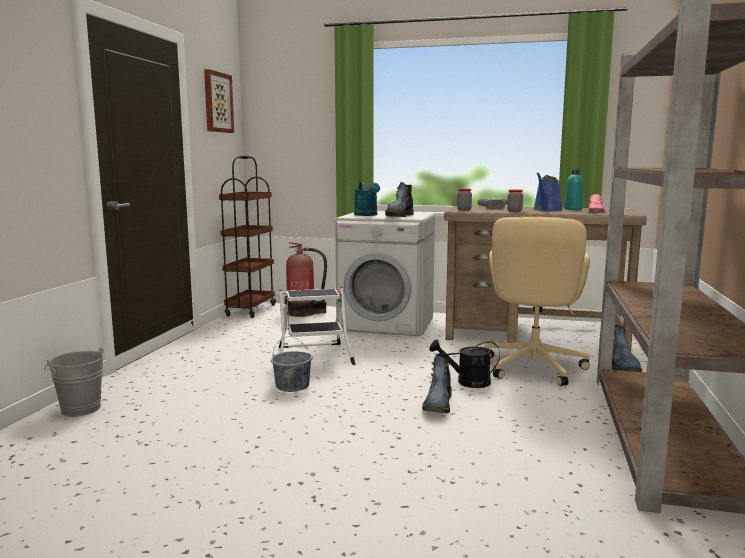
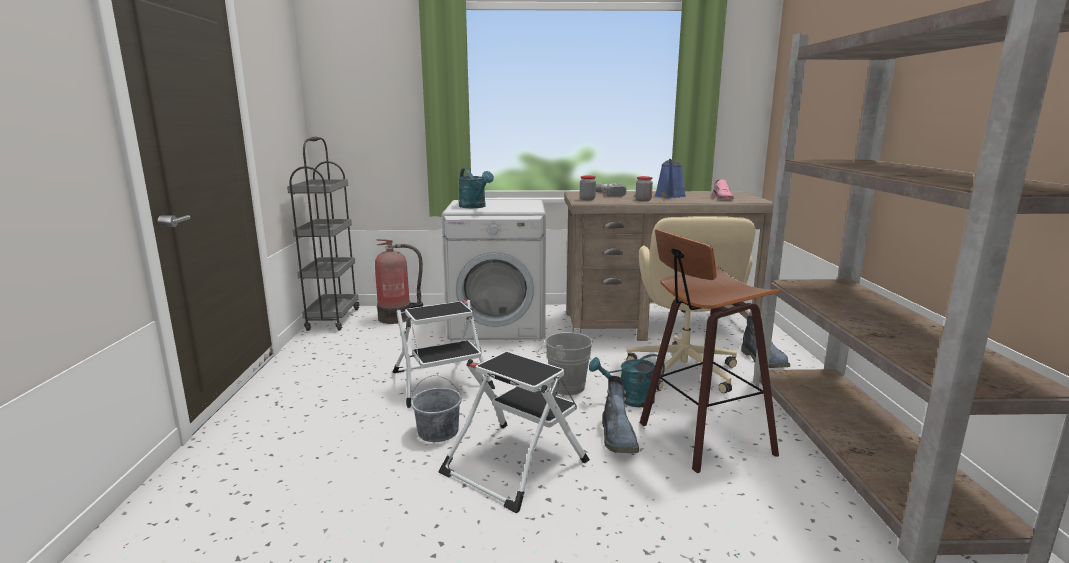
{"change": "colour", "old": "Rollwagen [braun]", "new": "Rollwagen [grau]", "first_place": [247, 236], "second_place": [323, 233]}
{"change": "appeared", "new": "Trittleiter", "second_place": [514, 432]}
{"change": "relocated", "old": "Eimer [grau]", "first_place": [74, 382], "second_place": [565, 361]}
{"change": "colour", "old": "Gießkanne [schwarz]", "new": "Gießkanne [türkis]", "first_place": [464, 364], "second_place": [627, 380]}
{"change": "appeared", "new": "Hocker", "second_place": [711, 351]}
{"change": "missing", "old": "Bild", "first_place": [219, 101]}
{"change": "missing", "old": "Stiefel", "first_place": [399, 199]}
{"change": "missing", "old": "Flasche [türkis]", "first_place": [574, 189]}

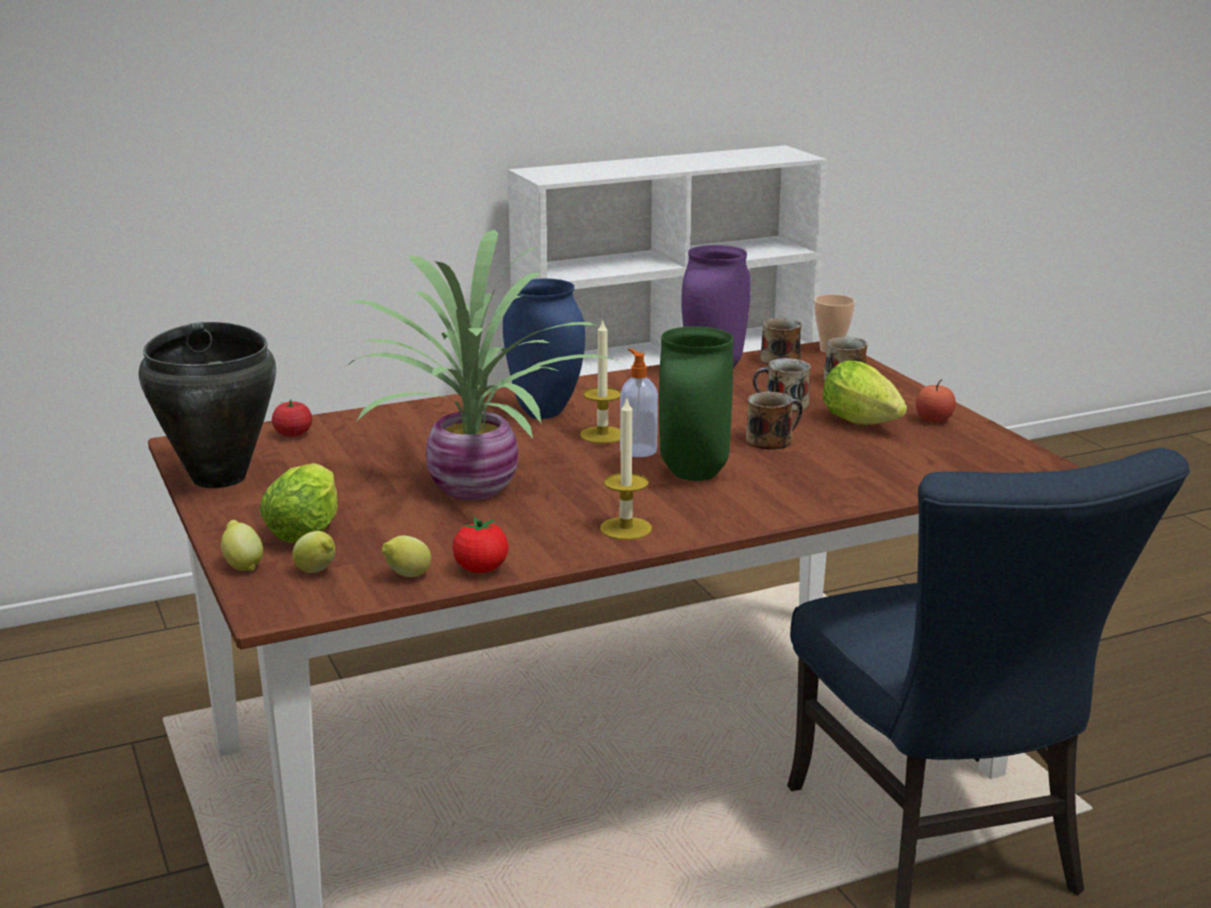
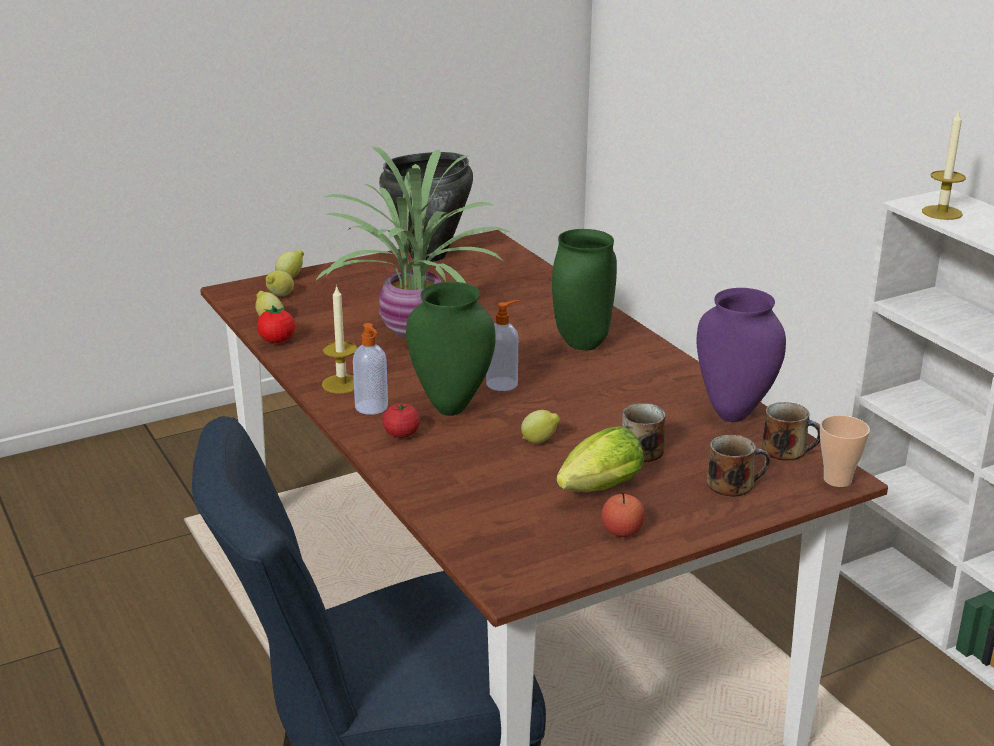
{"change": "appeared", "new": "Seifenspender", "second_place": [370, 369]}
{"change": "relocated", "old": "Tomate", "first_place": [292, 418], "second_place": [401, 420]}
{"change": "exchanged", "old": "Henkelbecher", "new": "Zitrone", "first_place": [774, 420], "second_place": [541, 427]}
{"change": "colour", "old": "Vase [blau]", "new": "Vase [grün]", "first_place": [544, 349], "second_place": [584, 289]}
{"change": "relocated", "old": "Kerze", "first_place": [600, 381], "second_place": [944, 165]}
{"change": "missing", "old": "Salatkopf", "first_place": [299, 503]}

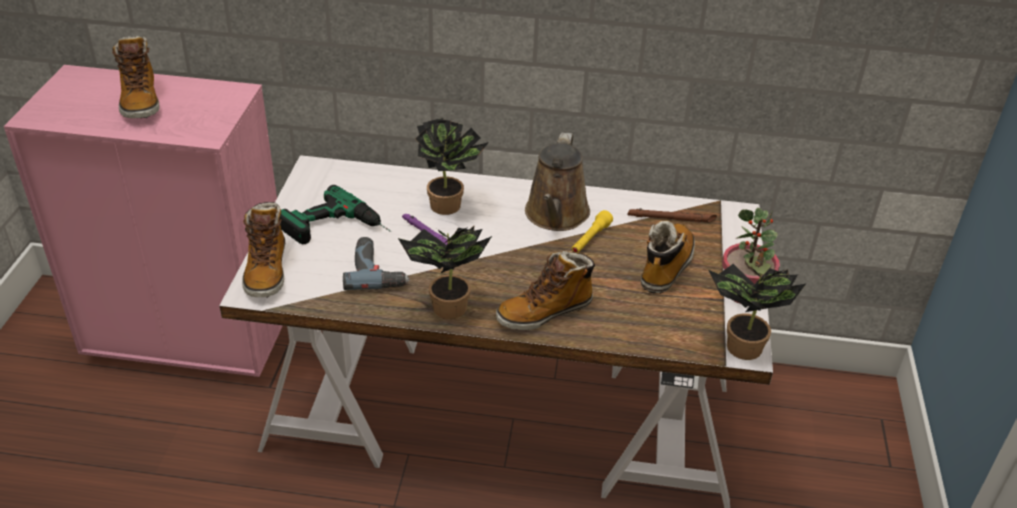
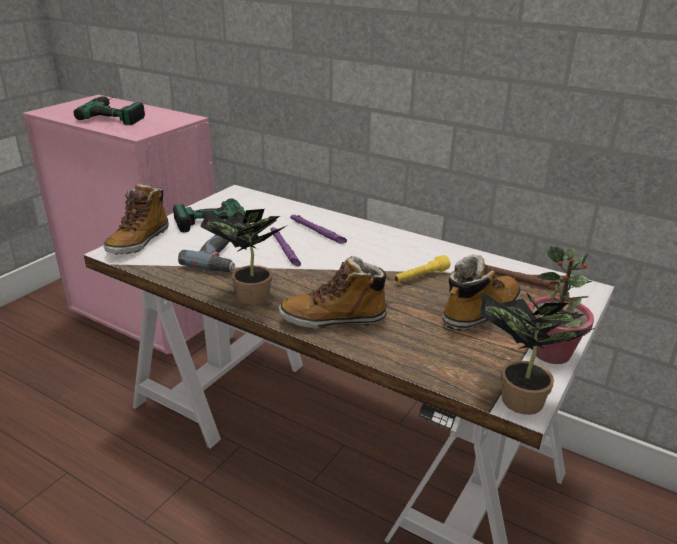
{"change": "exchanged", "old": "Stiefel", "new": "Bohrmaschine", "first_place": [135, 77], "second_place": [109, 110]}
{"change": "exchanged", "old": "Topfpflanze", "new": "Taschenlampe [lila]", "first_place": [452, 166], "second_place": [318, 229]}
{"change": "missing", "old": "Gießkanne [braun]", "first_place": [557, 182]}

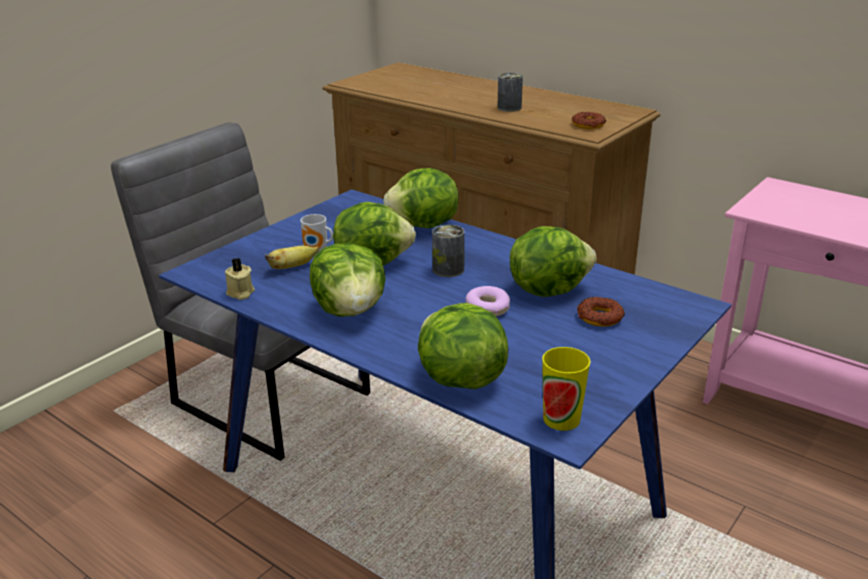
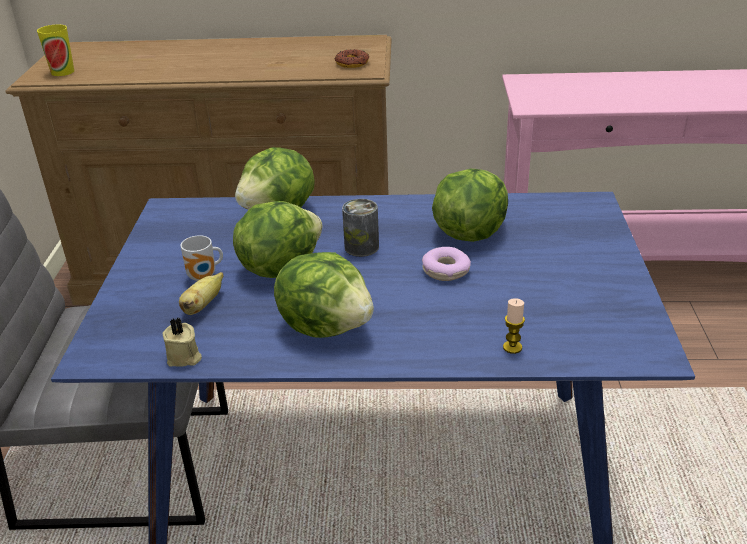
{"change": "relocated", "old": "Tasse", "first_place": [566, 389], "second_place": [55, 50]}
{"change": "exchanged", "old": "Salatkopf", "new": "Kerze", "first_place": [463, 346], "second_place": [514, 326]}
{"change": "missing", "old": "Dose", "first_place": [510, 92]}
{"change": "missing", "old": "Donut", "first_place": [601, 312]}

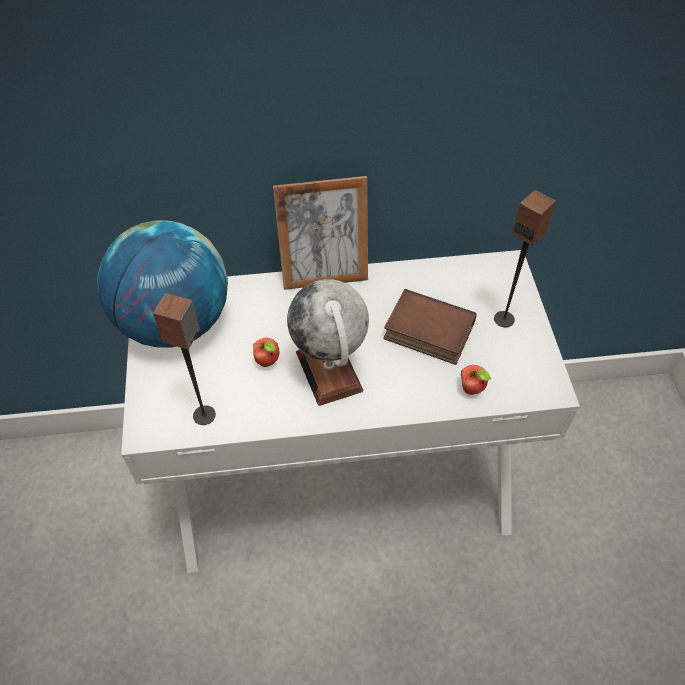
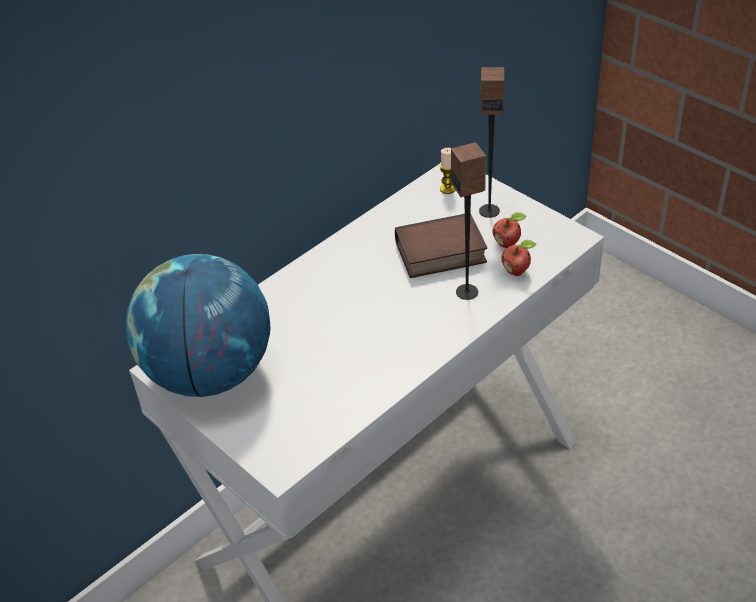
{"change": "appeared", "new": "Kerze", "second_place": [447, 171]}
{"change": "relocated", "old": "Lautsprecher", "first_place": [184, 359], "second_place": [468, 221]}
{"change": "relocated", "old": "Apfel", "first_place": [266, 352], "second_place": [509, 230]}
{"change": "missing", "old": "Bilderrahmen", "first_place": [320, 233]}
{"change": "missing", "old": "Globus", "first_place": [328, 342]}

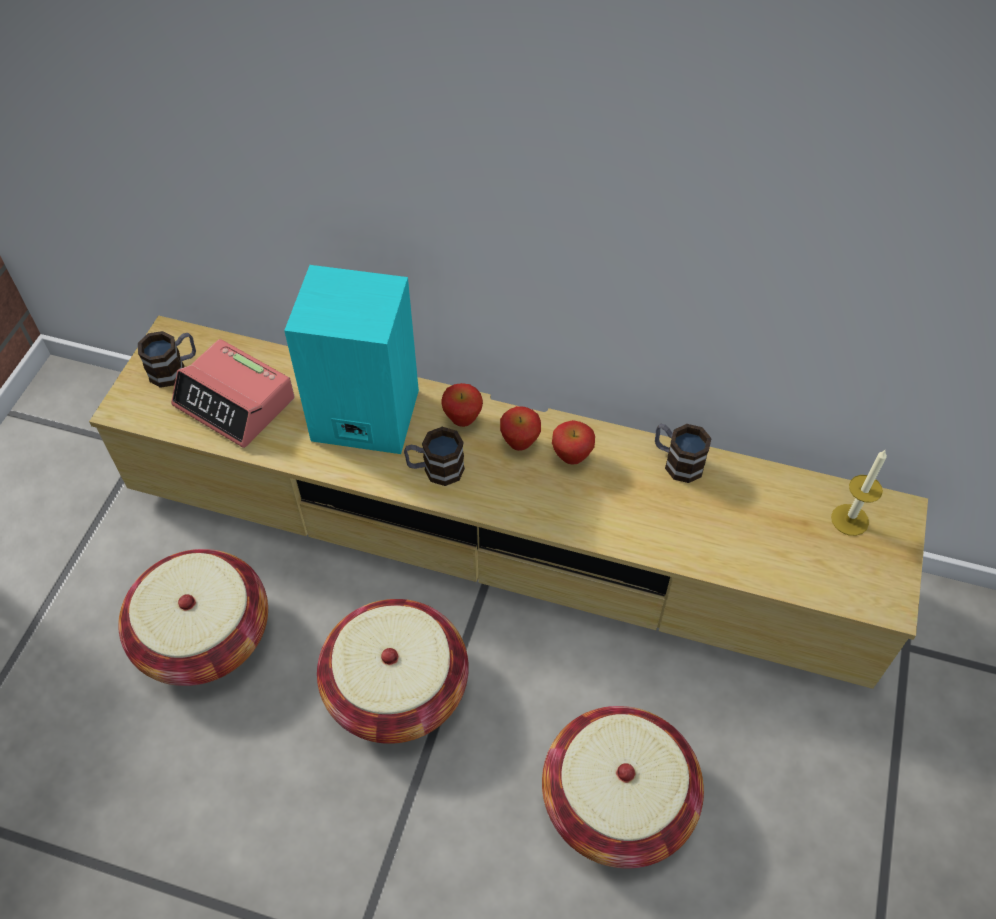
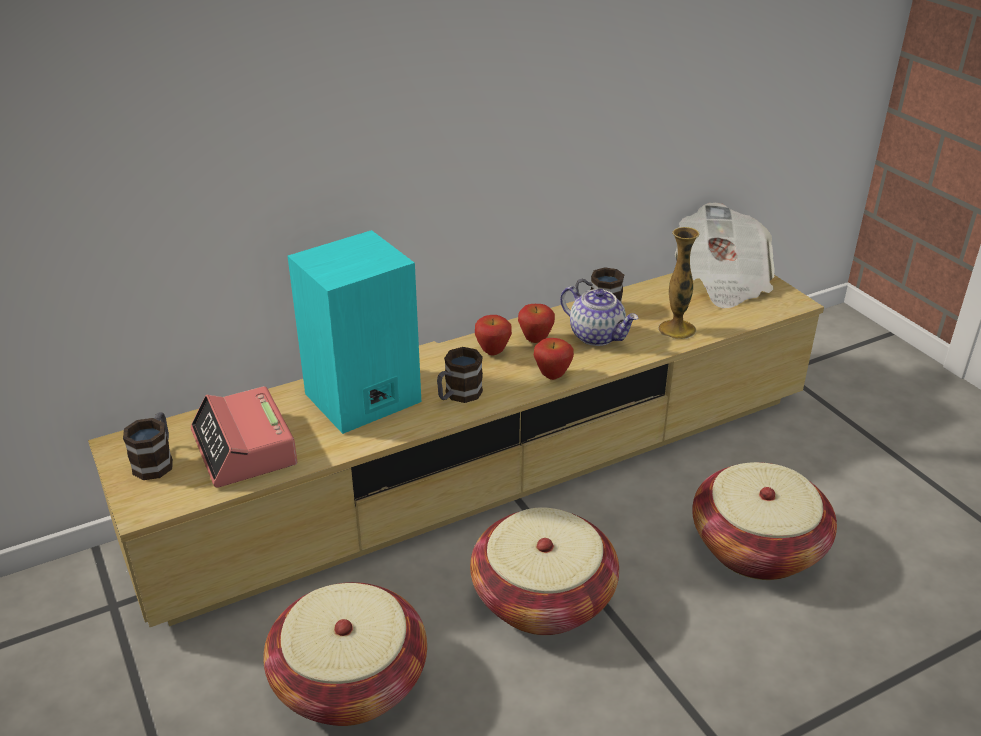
{"change": "spun", "old": "Wecker", "first_place": [233, 393], "second_place": [244, 437], "degrees": 75}
{"change": "relocated", "old": "Apfel", "first_place": [462, 405], "second_place": [554, 359]}
{"change": "appeared", "new": "Teekanne", "second_place": [599, 316]}
{"change": "appeared", "new": "Vase", "second_place": [678, 283]}
{"change": "exchanged", "old": "Kerze", "new": "Zeitung", "first_place": [859, 492], "second_place": [725, 256]}

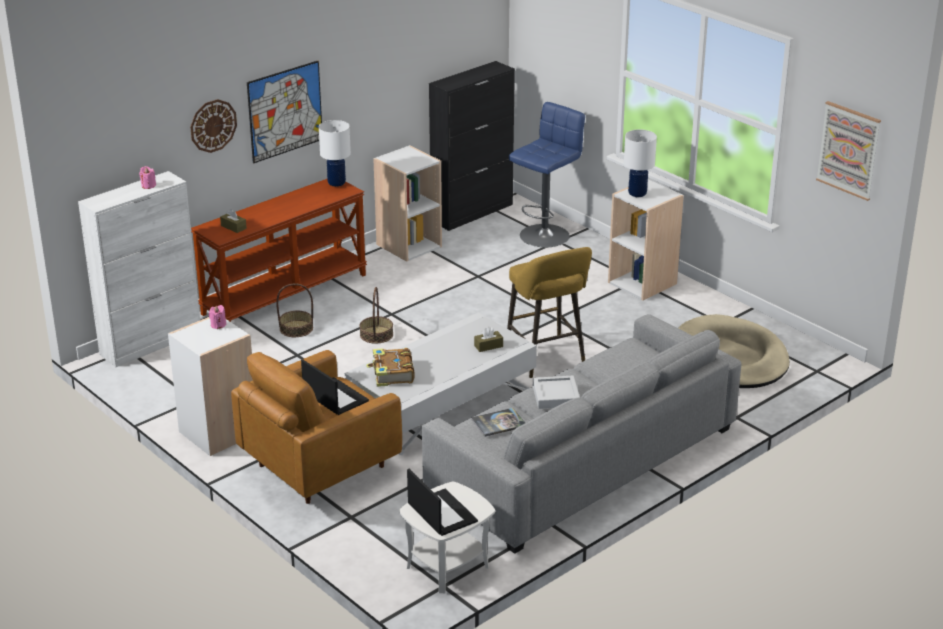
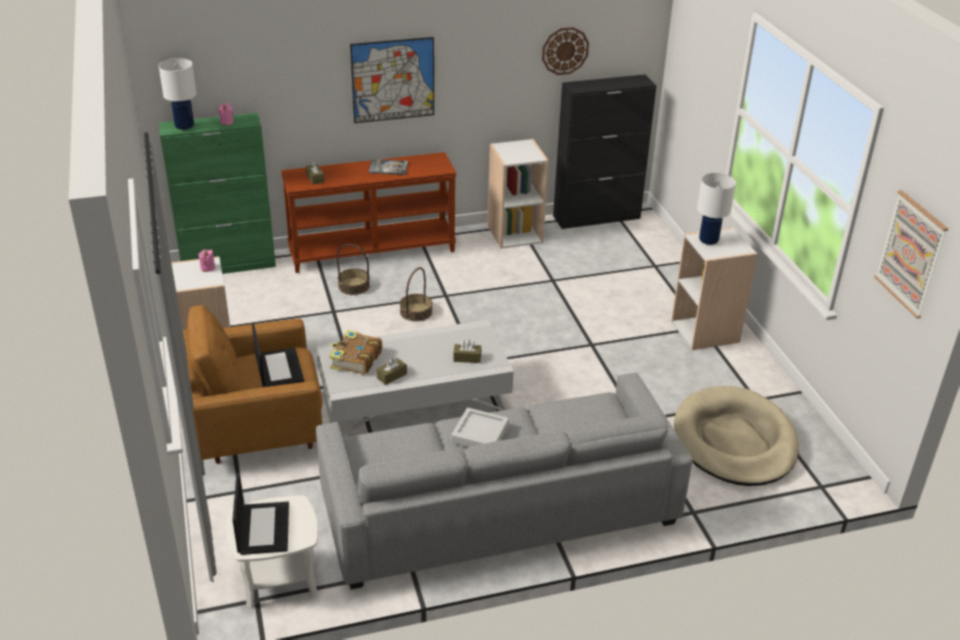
{"change": "relocated", "old": "Tischlampe [weiß]", "first_place": [335, 153], "second_place": [178, 94]}
{"change": "colour", "old": "Schrank [weiß]", "new": "Schrank [grün]", "first_place": [139, 269], "second_place": [217, 193]}
{"change": "relocated", "old": "Buch", "first_place": [498, 422], "second_place": [388, 167]}
{"change": "appeared", "new": "Taschentuchbox [braun]", "second_place": [391, 371]}
{"change": "relocated", "old": "Wanduhr", "first_place": [213, 126], "second_place": [565, 51]}
{"change": "missing", "old": "Hocker [gelb]", "first_place": [549, 312]}
{"change": "missing", "old": "Hocker [blau]", "first_place": [547, 174]}

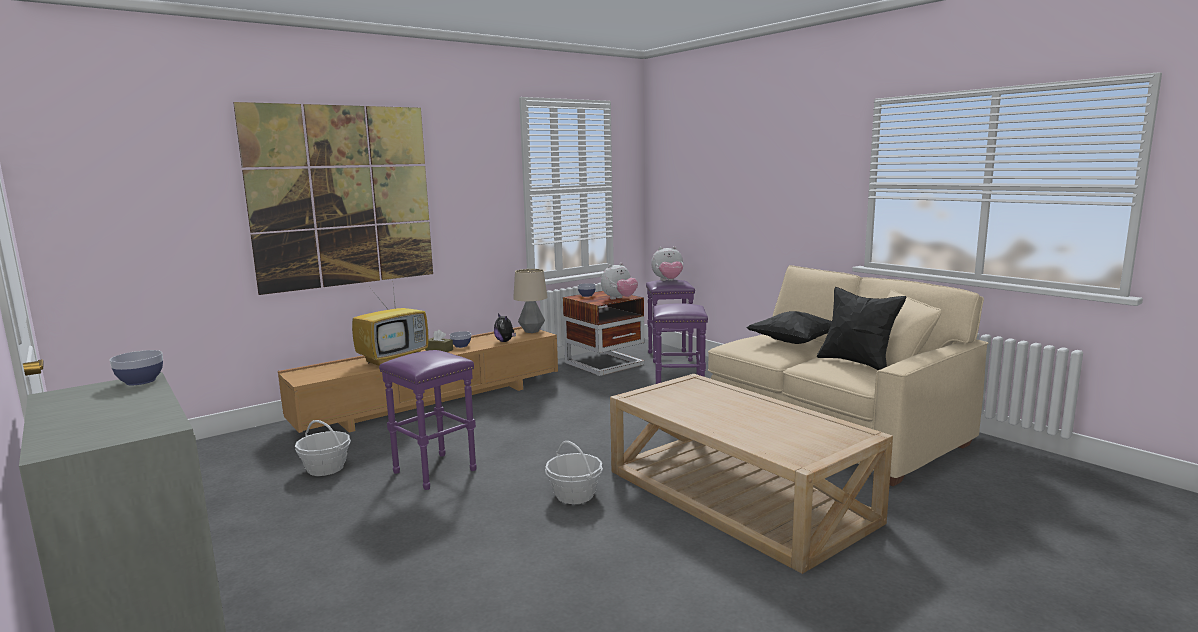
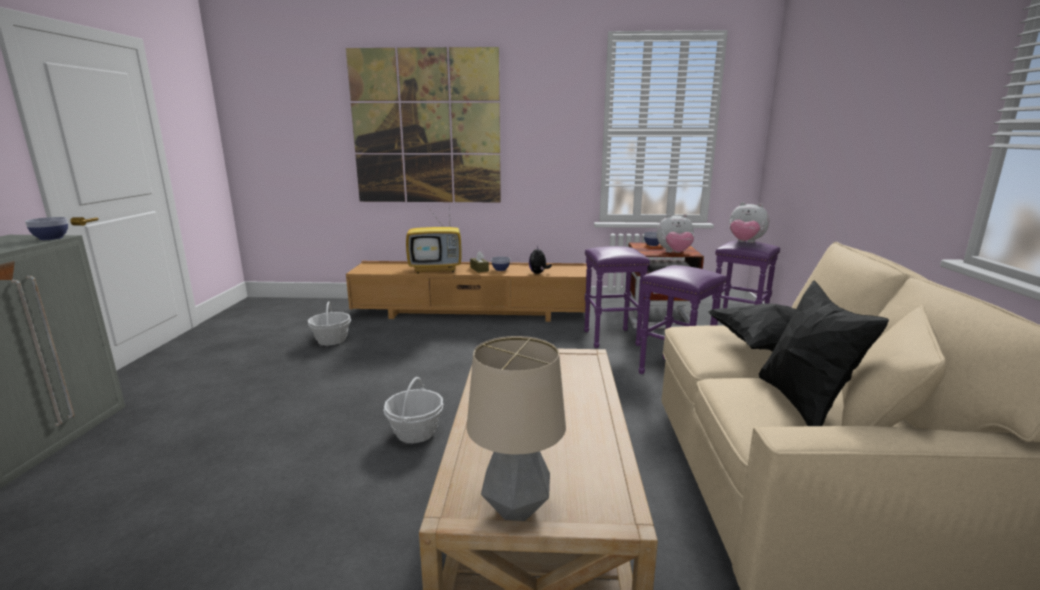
{"change": "relocated", "old": "Tischlampe", "first_place": [530, 301], "second_place": [516, 428]}
{"change": "relocated", "old": "Hocker [lila]", "first_place": [428, 420], "second_place": [617, 297]}

